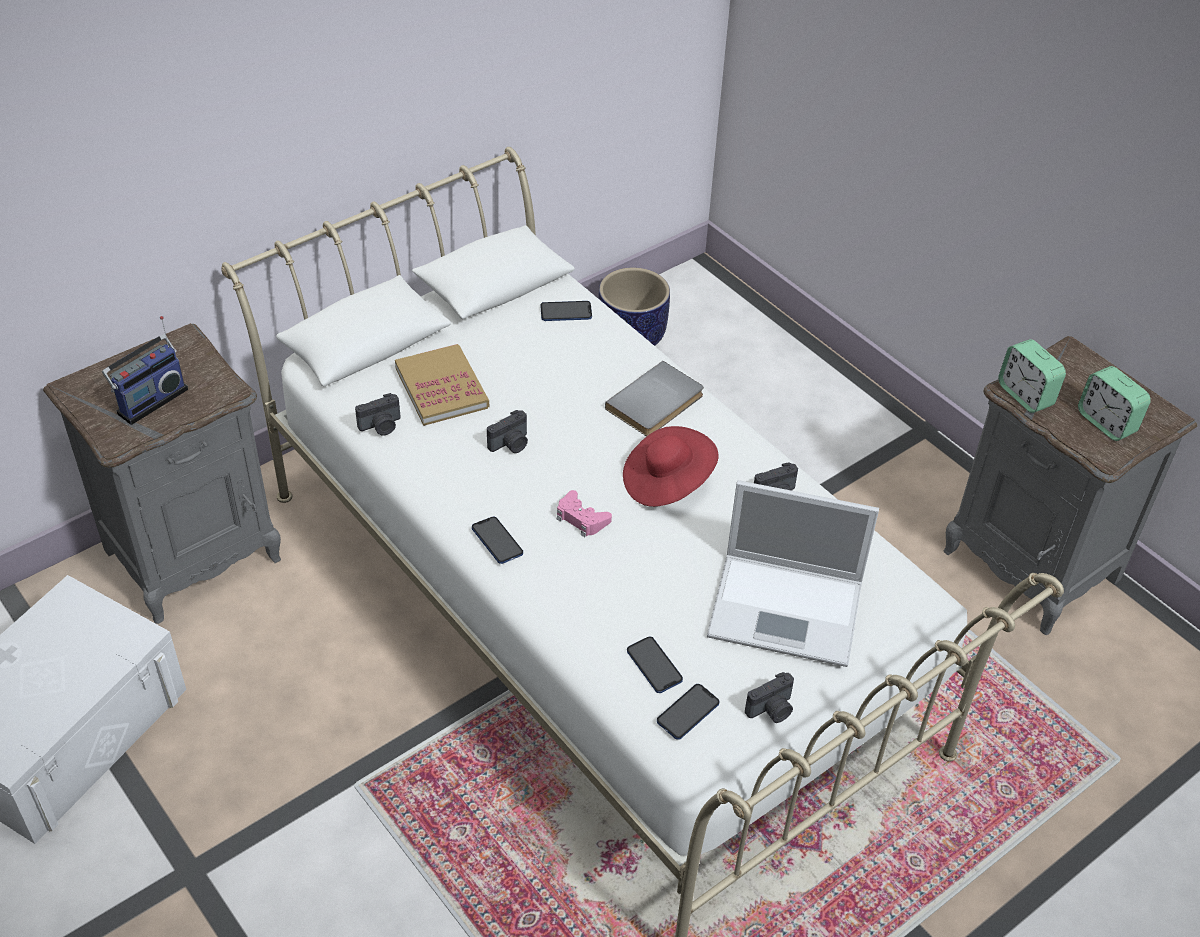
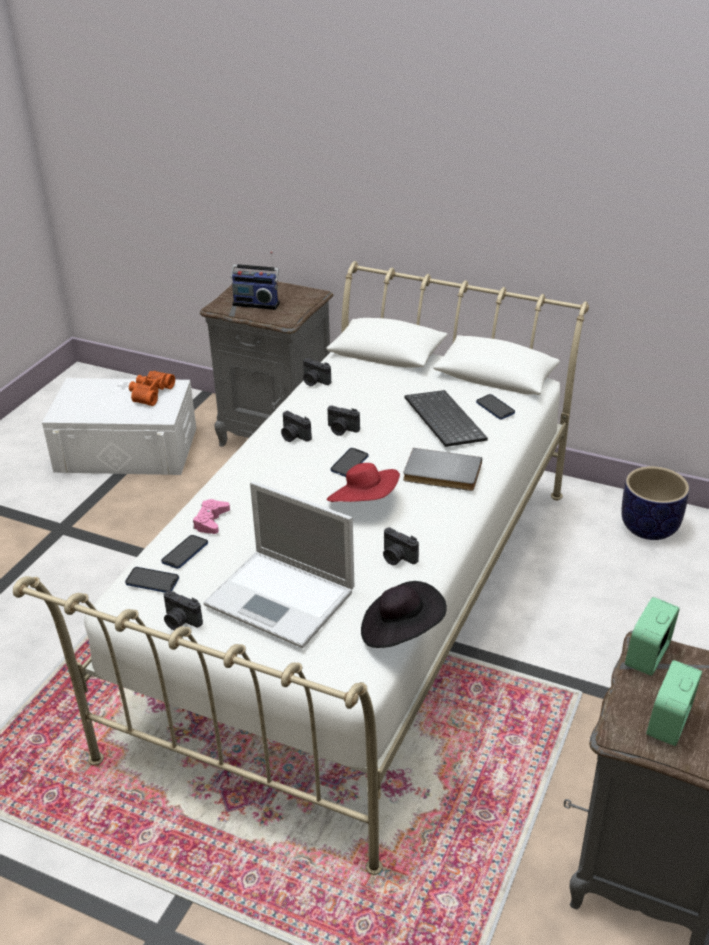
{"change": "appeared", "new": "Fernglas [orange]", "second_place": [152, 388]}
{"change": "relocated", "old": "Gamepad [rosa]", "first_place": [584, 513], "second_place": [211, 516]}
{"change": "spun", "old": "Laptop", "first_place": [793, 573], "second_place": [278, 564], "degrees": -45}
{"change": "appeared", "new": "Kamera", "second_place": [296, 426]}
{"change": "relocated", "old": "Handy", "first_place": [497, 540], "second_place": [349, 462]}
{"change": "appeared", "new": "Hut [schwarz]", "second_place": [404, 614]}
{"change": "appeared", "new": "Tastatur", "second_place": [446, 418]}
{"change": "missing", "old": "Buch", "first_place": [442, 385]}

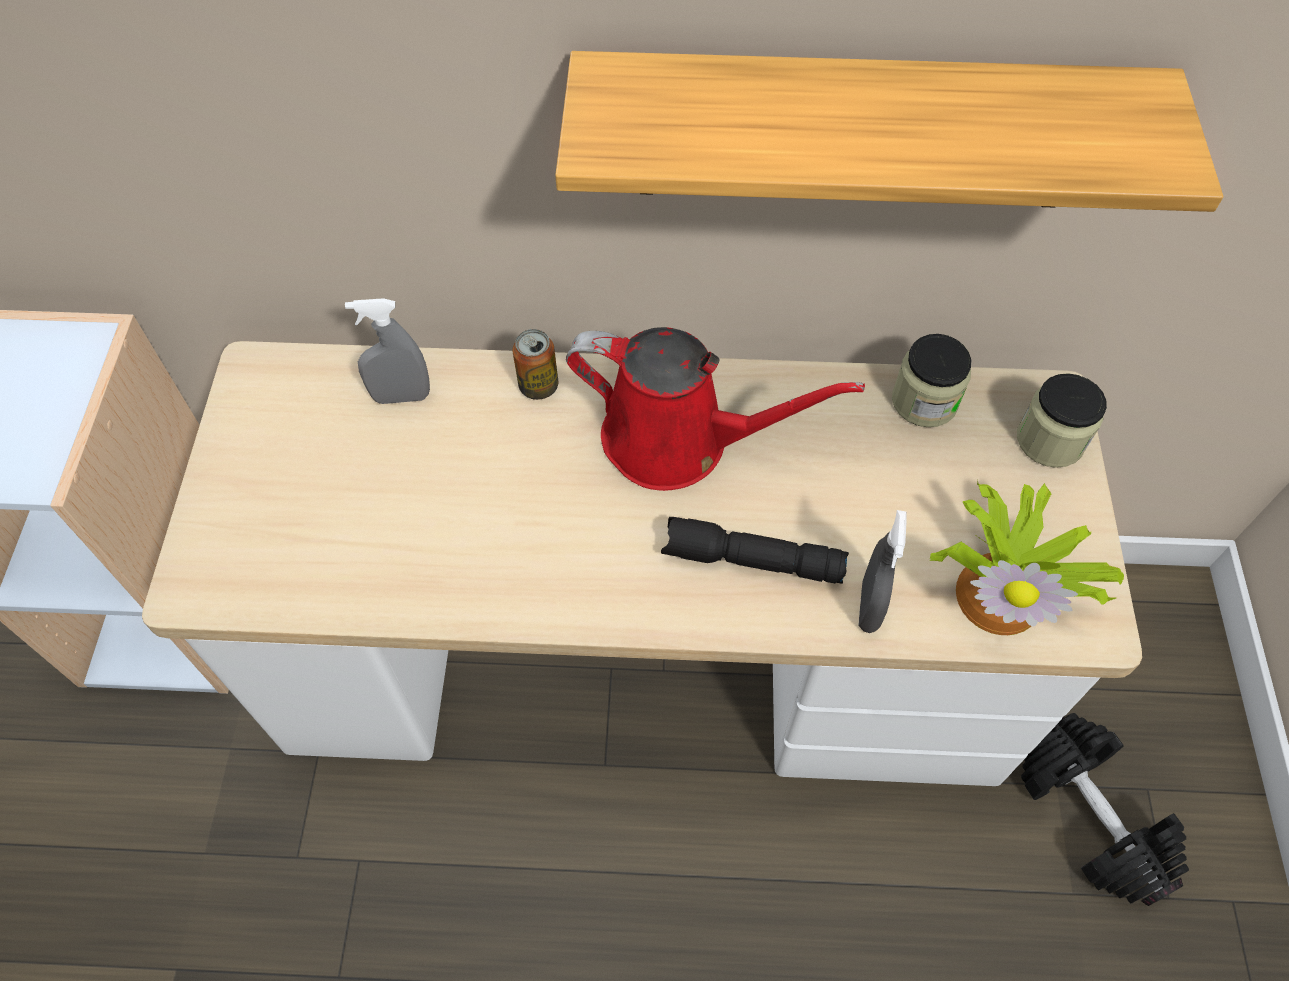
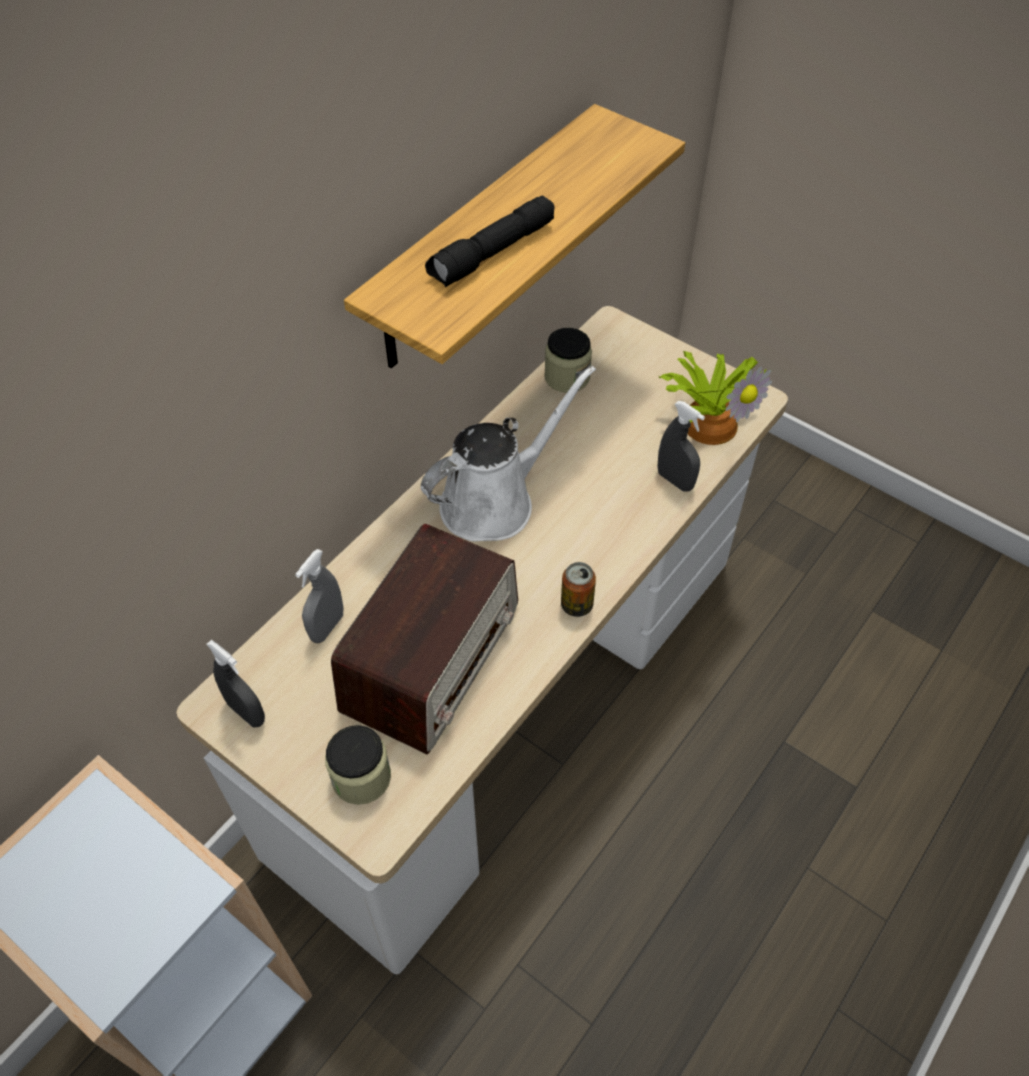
{"change": "appeared", "new": "Sprühflasche [grau]", "second_place": [235, 684]}
{"change": "relocated", "old": "Vorratsglas", "first_place": [1062, 420], "second_place": [358, 765]}
{"change": "appeared", "new": "Radio", "second_place": [424, 639]}
{"change": "colour", "old": "Gießkanne [rot]", "new": "Gießkanne [weiß]", "first_place": [715, 409], "second_place": [508, 454]}
{"change": "relocated", "old": "Taschenlampe [schwarz]", "first_place": [755, 550], "second_place": [489, 241]}
{"change": "relocated", "old": "Dose", "first_place": [535, 364], "second_place": [578, 589]}
{"change": "missing", "old": "Hantel [schwarz]", "first_place": [1105, 809]}

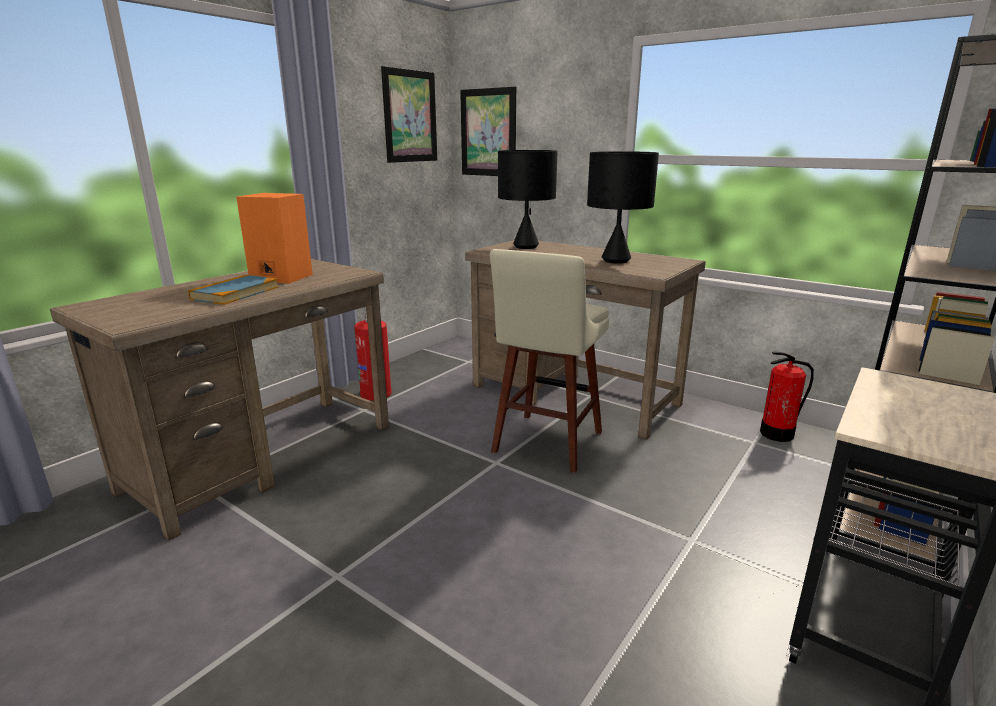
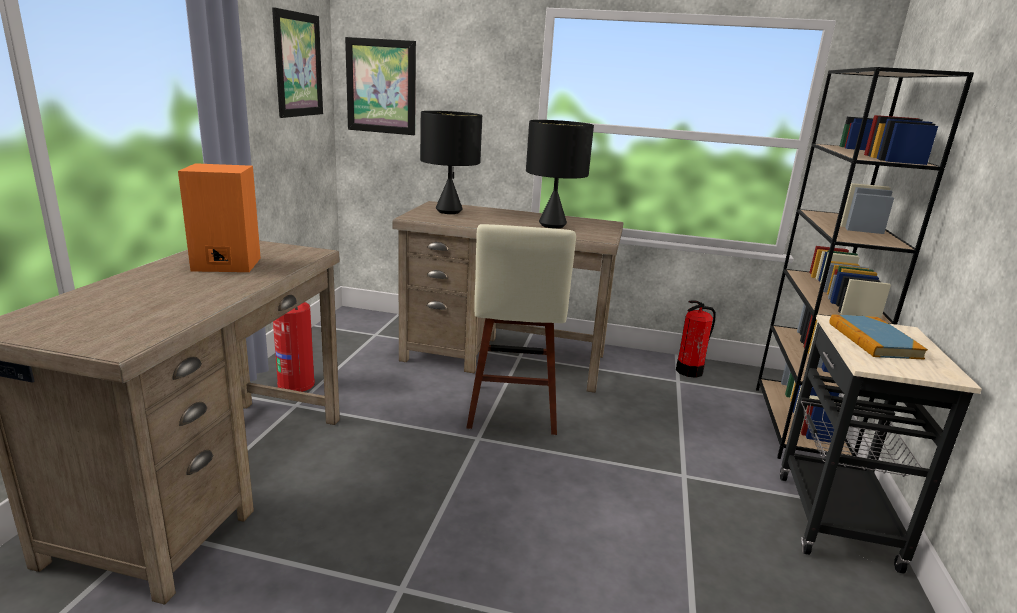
{"change": "relocated", "old": "Buch", "first_place": [233, 290], "second_place": [878, 337]}

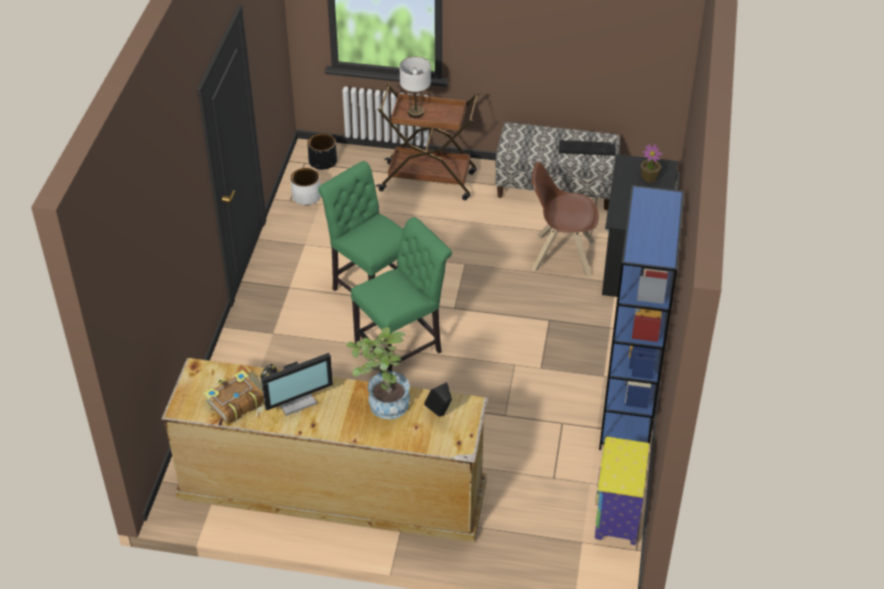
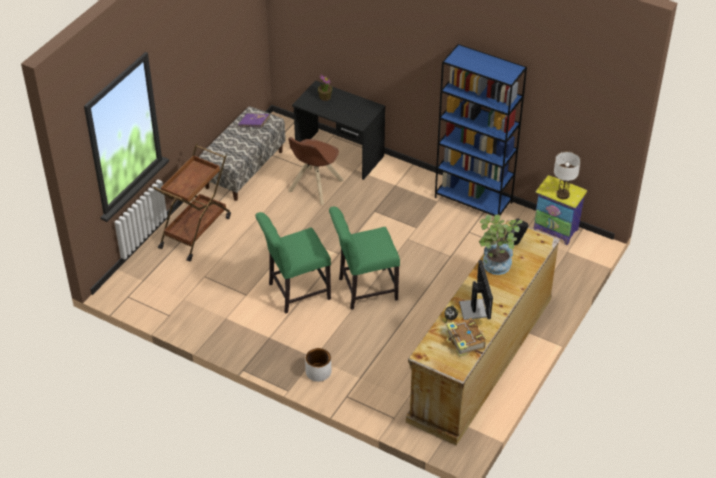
{"change": "exchanged", "old": "Tastatur", "new": "Buch [lila]", "first_place": [587, 148], "second_place": [254, 120]}
{"change": "relocated", "old": "Pflanzkübel [weiß]", "first_place": [306, 186], "second_place": [318, 365]}
{"change": "spun", "old": "Stuhl [grün]", "first_place": [401, 294], "second_place": [364, 258], "degrees": -90}
{"change": "relocated", "old": "Tischlampe", "first_place": [415, 87], "second_place": [567, 175]}
{"change": "missing", "old": "Pflanzkübel [schwarz]", "first_place": [322, 151]}

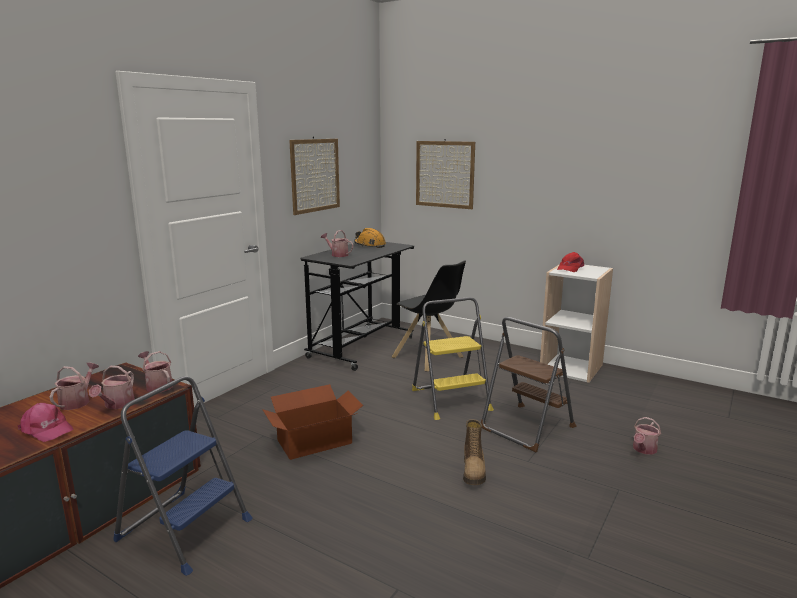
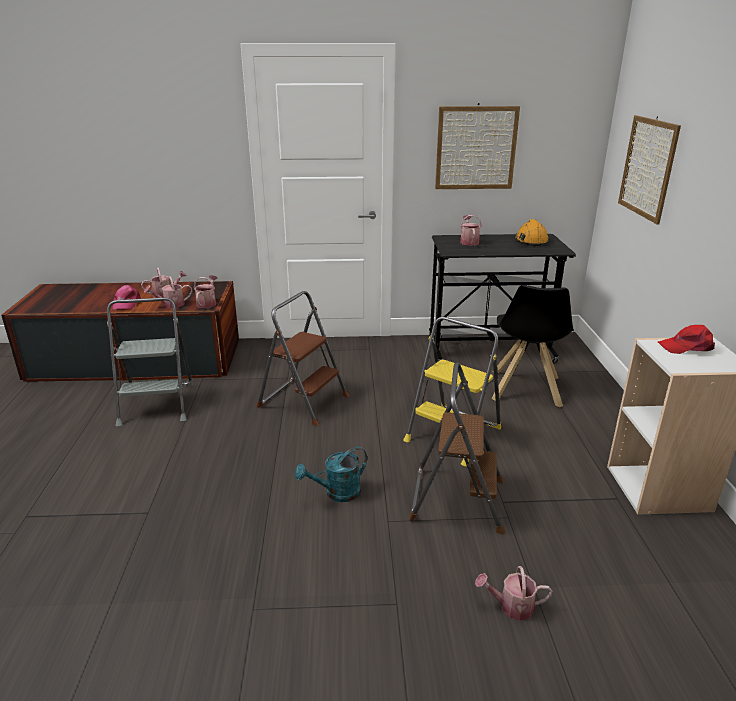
{"change": "colour", "old": "Trittleiter [blau]", "new": "Trittleiter [grau]", "first_place": [183, 476], "second_place": [150, 362]}
{"change": "exchanged", "old": "Karton", "new": "Trittleiter [braun]", "first_place": [312, 422], "second_place": [303, 358]}
{"change": "exchanged", "old": "Stiefel", "new": "Gießkanne [türkis]", "first_place": [474, 452], "second_place": [331, 474]}

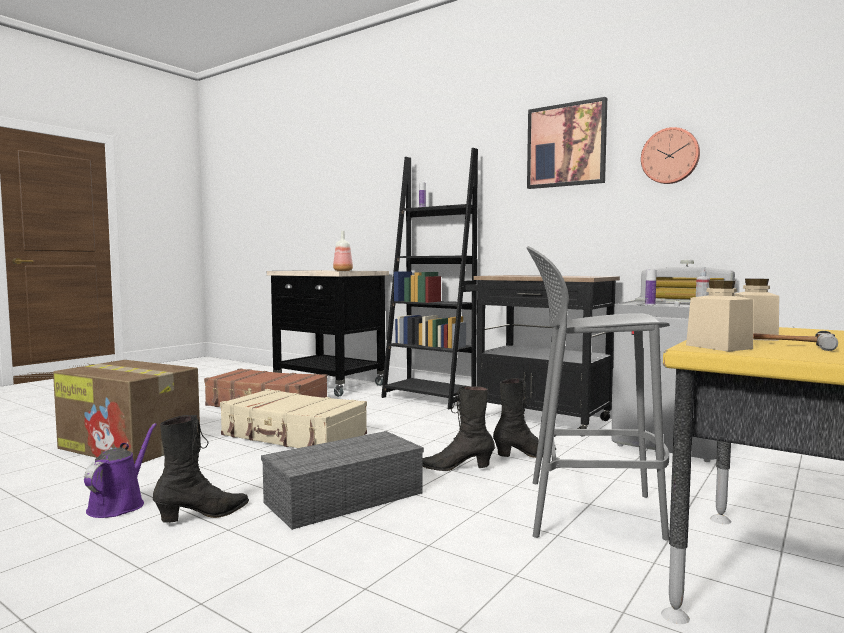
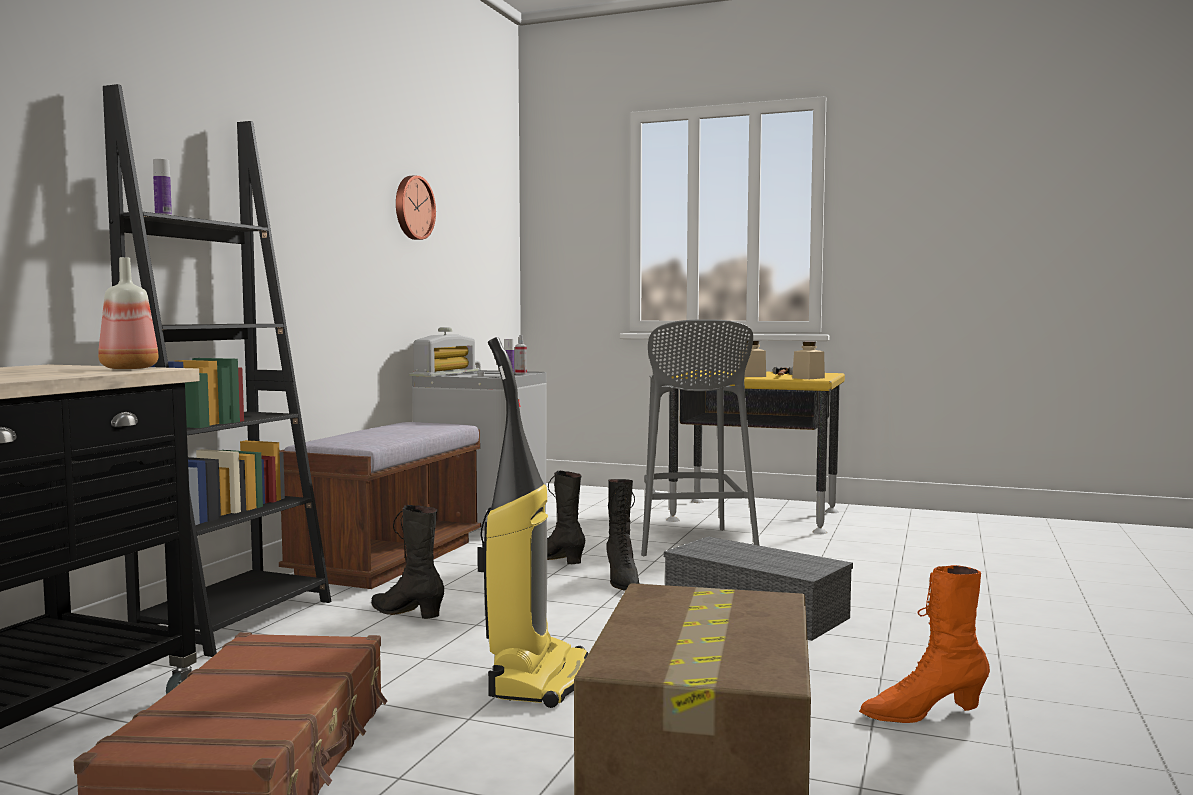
{"change": "exchanged", "old": "Rollwagen [schwarz]", "new": "Bank [braun]", "first_place": [542, 356], "second_place": [380, 505]}
{"change": "relocated", "old": "Stiefel [schwarz]", "first_place": [201, 469], "second_place": [407, 562]}
{"change": "exchanged", "old": "Koffer [beige]", "new": "Staubsauger", "first_place": [293, 418], "second_place": [532, 522]}
{"change": "exchanged", "old": "Gießkanne [lila]", "new": "Stiefel [orange]", "first_place": [120, 470], "second_place": [924, 644]}
{"change": "missing", "old": "Bild", "first_place": [567, 143]}

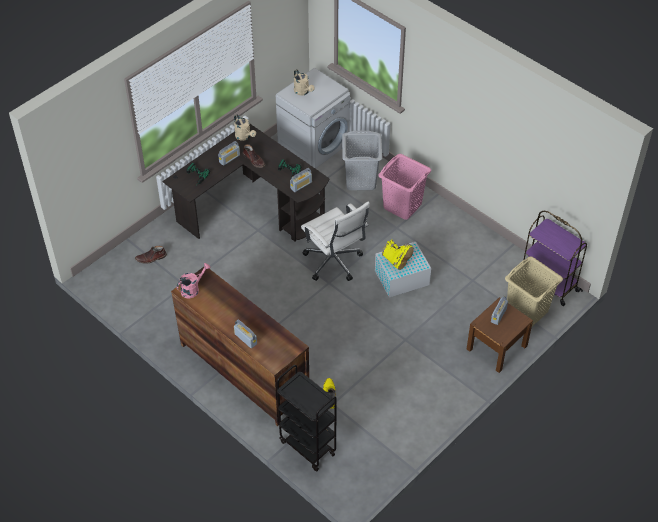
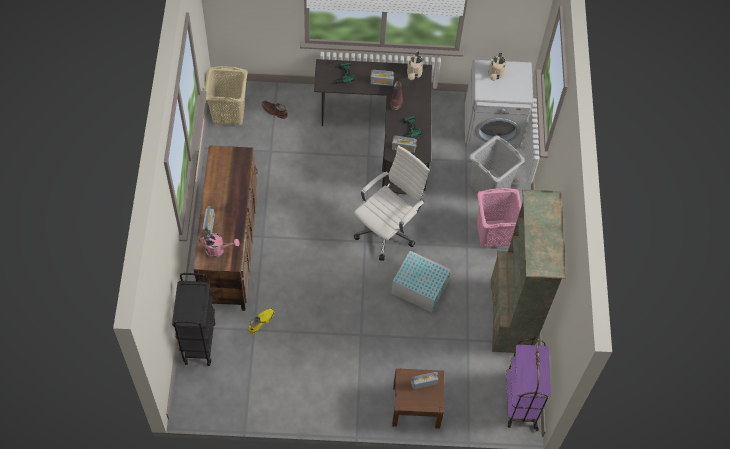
{"change": "relocated", "old": "Gießkanne [rosa]", "first_place": [194, 280], "second_place": [219, 245]}
{"change": "relocated", "old": "Wäschekorb [beige]", "first_place": [534, 291], "second_place": [226, 96]}
{"change": "spun", "old": "Bürostuhl [weiß]", "first_place": [335, 241], "second_place": [392, 203], "degrees": -150}
{"change": "appeared", "new": "Bücherregal [grün]", "second_place": [528, 271]}
{"change": "missing", "old": "Stiefel [gelb]", "first_place": [398, 254]}

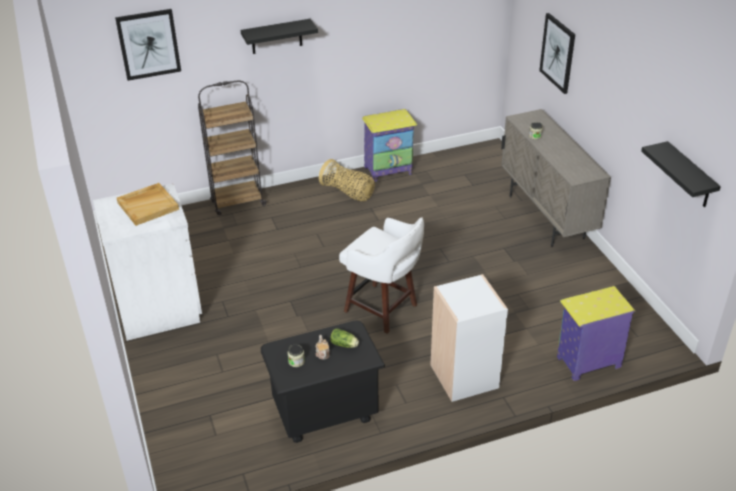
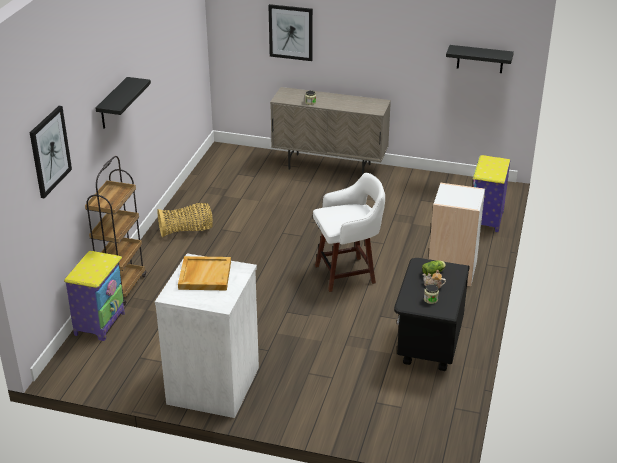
{"change": "relocated", "old": "Nachttisch", "first_place": [389, 145], "second_place": [94, 296]}

